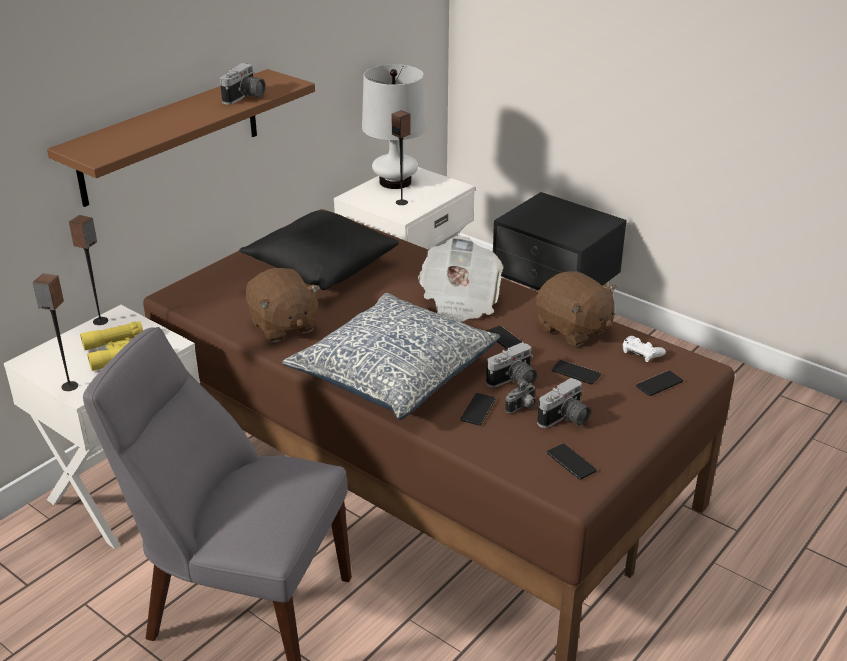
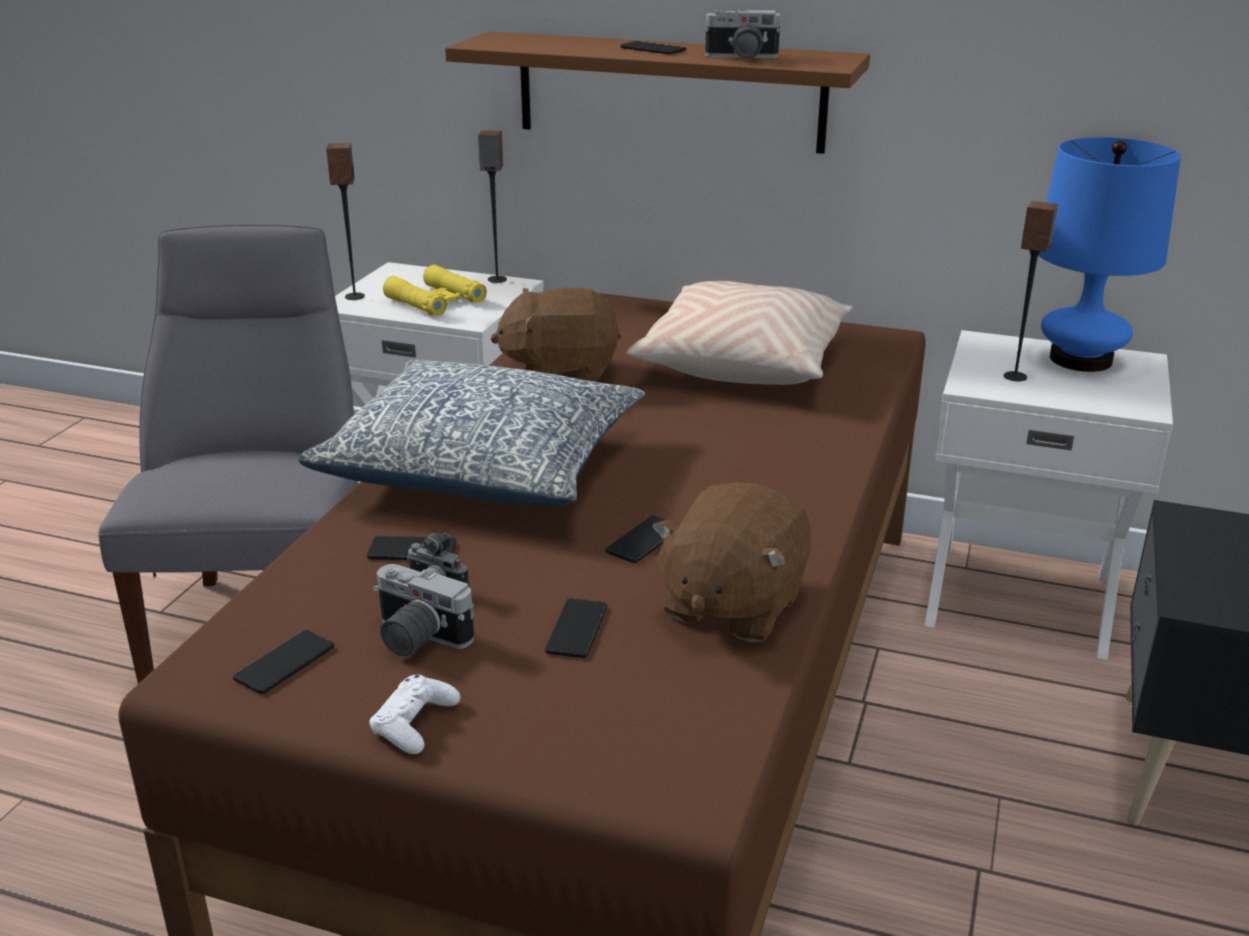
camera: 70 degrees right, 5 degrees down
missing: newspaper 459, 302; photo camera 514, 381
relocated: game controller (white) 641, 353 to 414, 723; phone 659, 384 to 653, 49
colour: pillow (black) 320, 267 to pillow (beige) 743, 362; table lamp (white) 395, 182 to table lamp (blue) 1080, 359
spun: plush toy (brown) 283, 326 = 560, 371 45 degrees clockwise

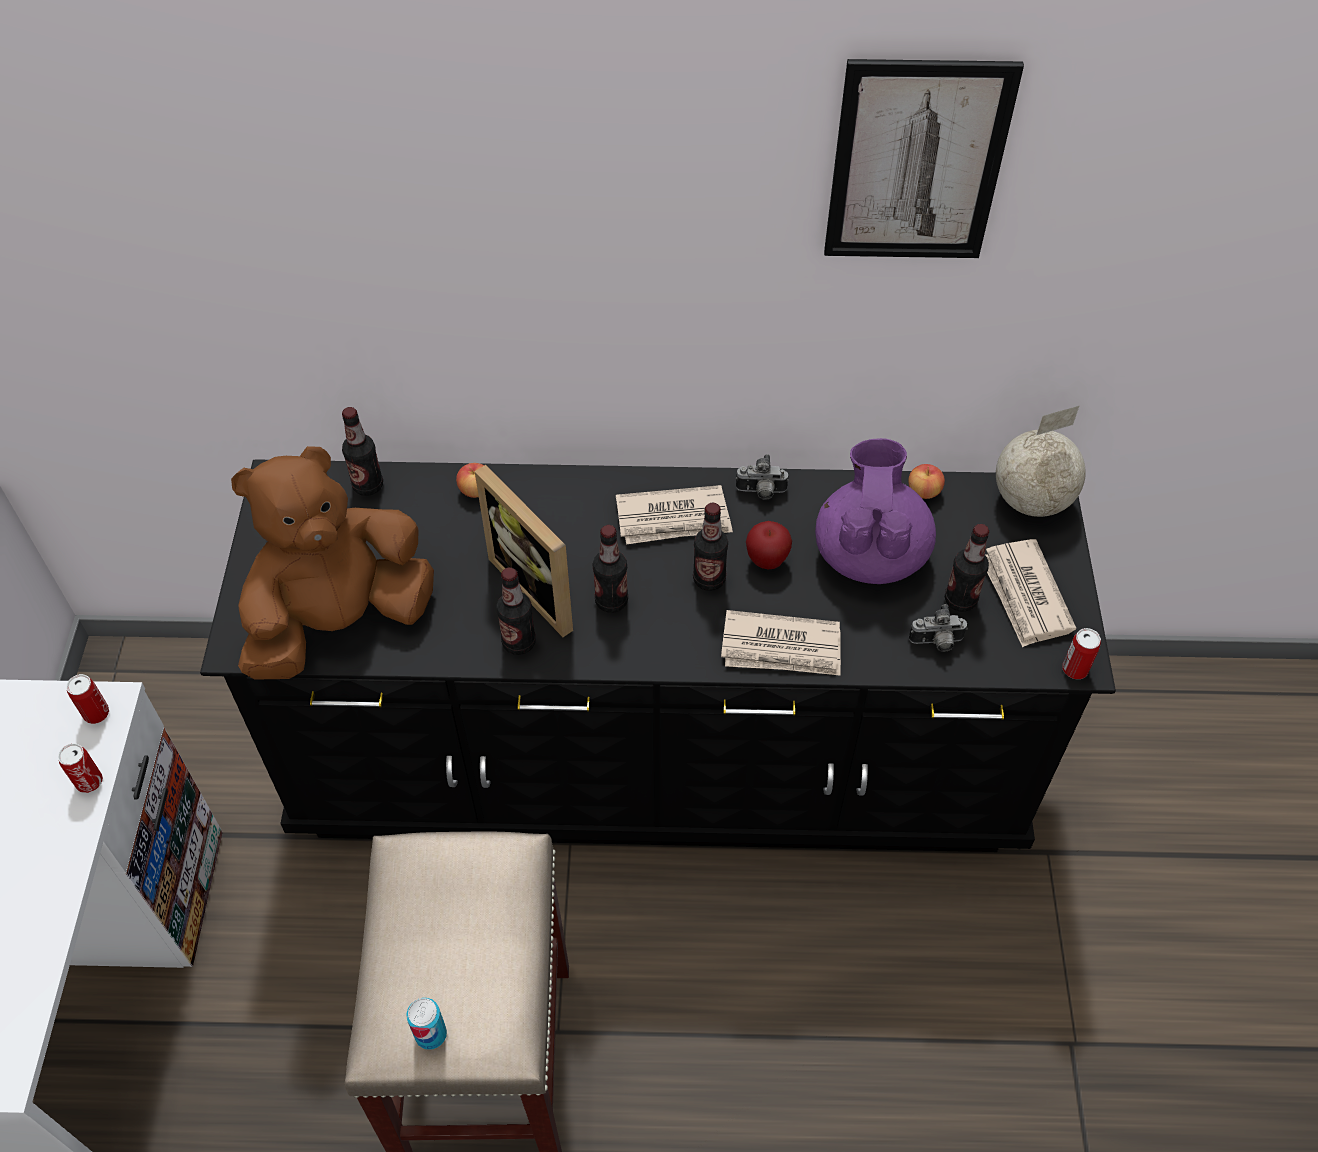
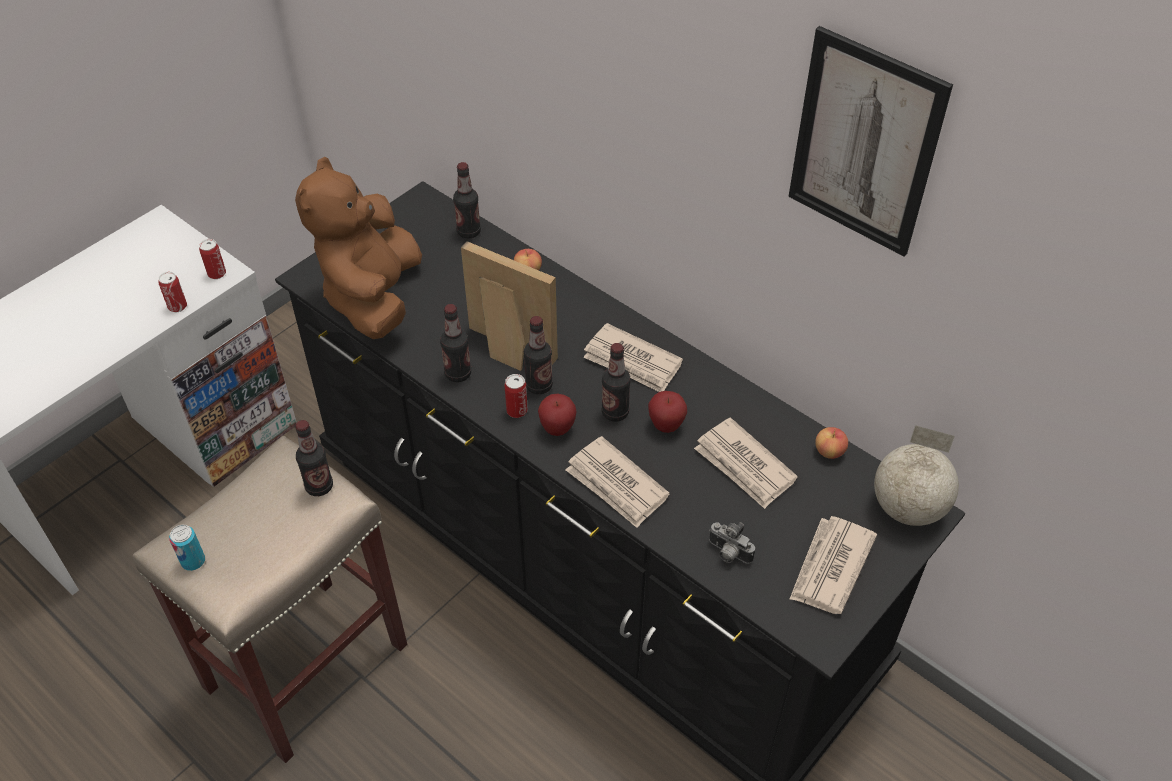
camera: 40 degrees right, 5 degrees down
missing: photo camera 761, 492
appeared: apple 557, 428
relocated: bottle 960, 600 to 319, 486; can 1075, 669 to 517, 411
exchanged: teapot (purple) 870, 553 to newspaper 744, 466
spun: plush toy (brown) 340, 621 = 373, 297 90 degrees counterclockwise; picture frame 542, 586 = 506, 350 120 degrees clockwise

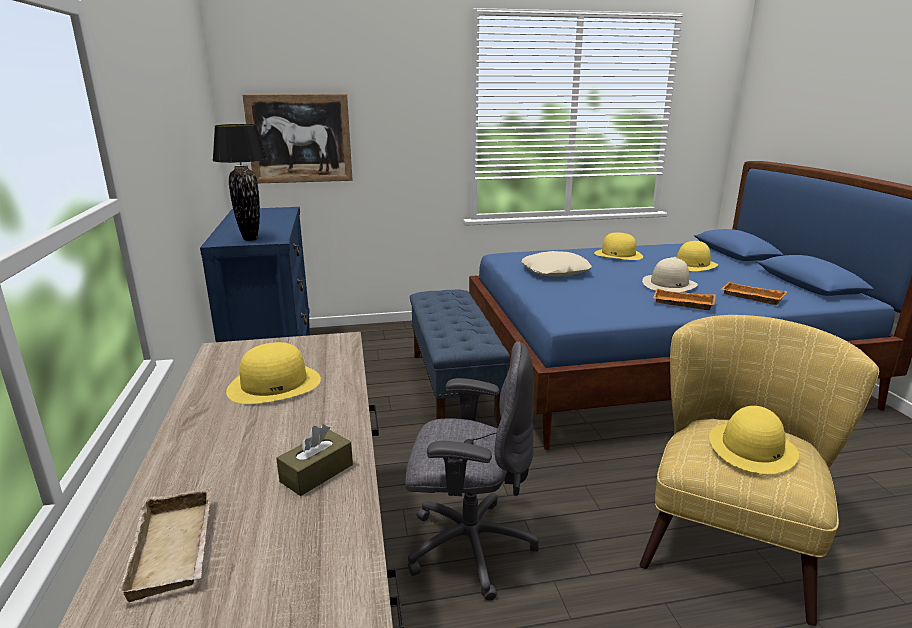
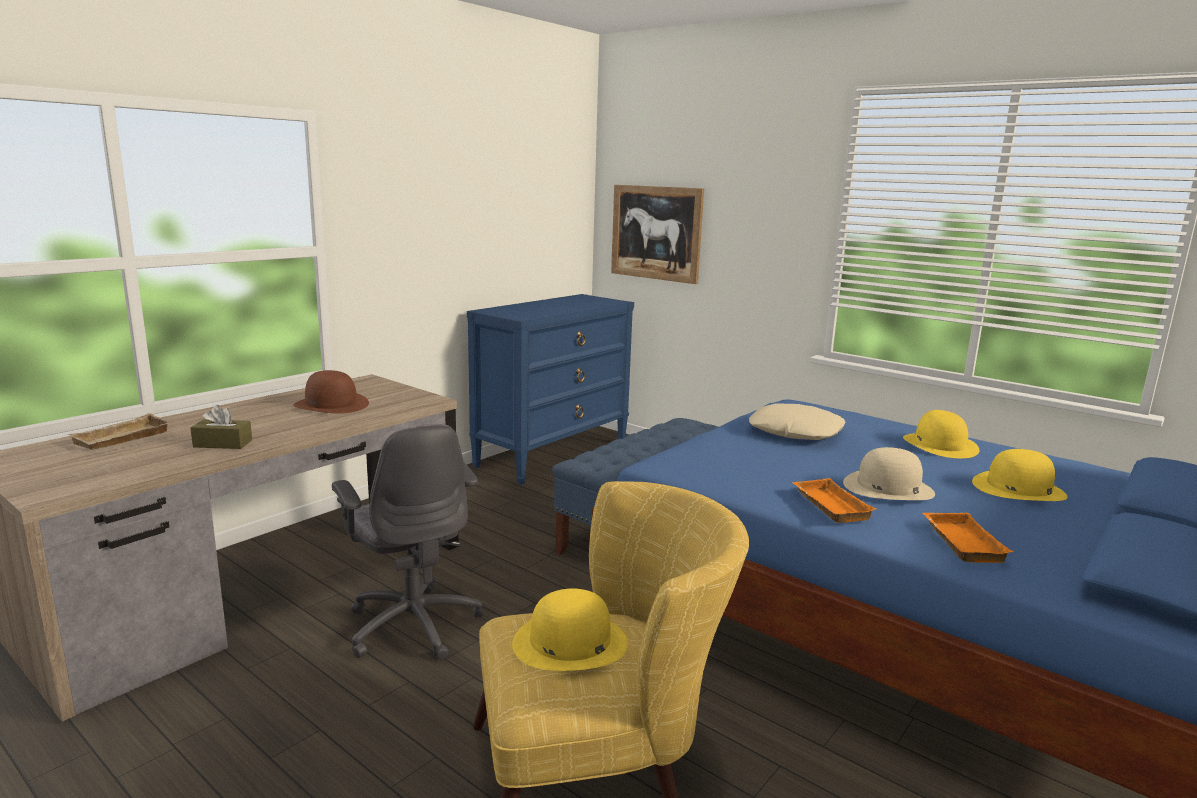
camera: 50 degrees right, 5 degrees down
missing: table lamp (black) 250, 239
colour: hat (yellow) 275, 384 to hat (brown) 332, 404

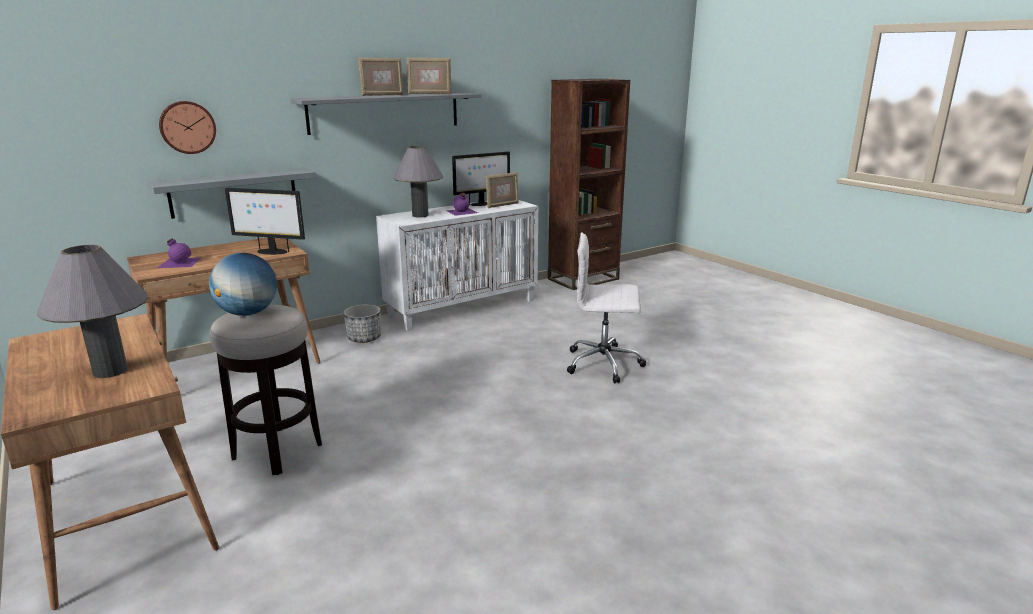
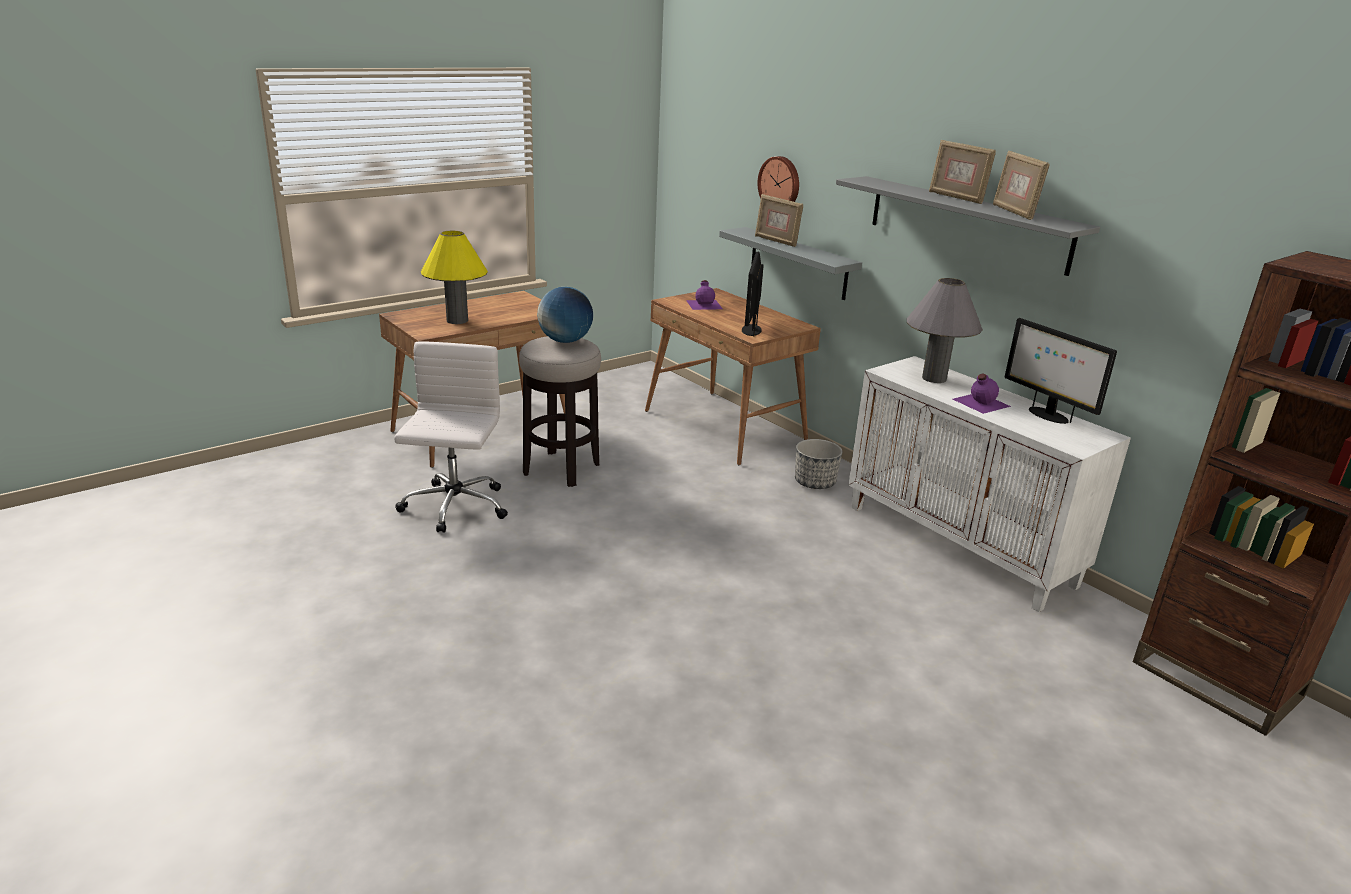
camera: 85 degrees right, 5 degrees up
relocated: picture frame 502, 205 to 776, 241; office chair (white) 604, 364 to 454, 507
colour: table lamp (grey) 110, 371 to table lamp (yellow) 457, 320

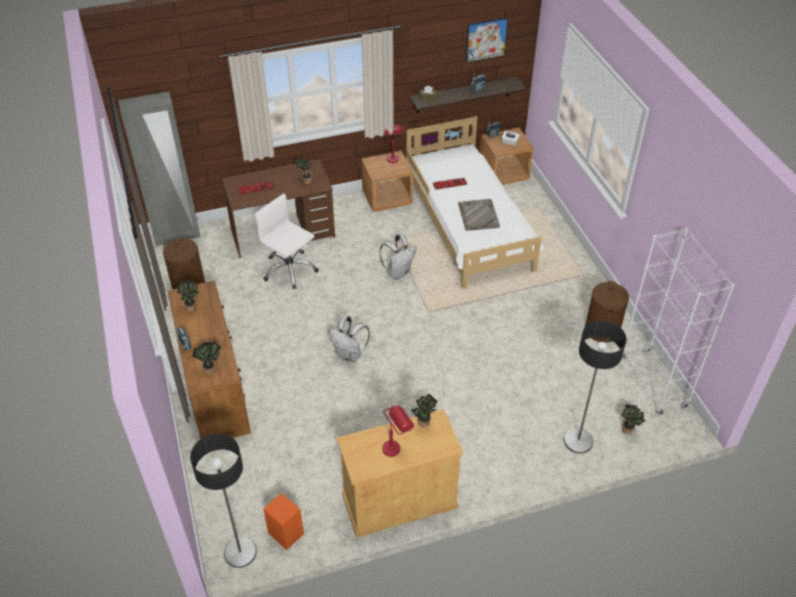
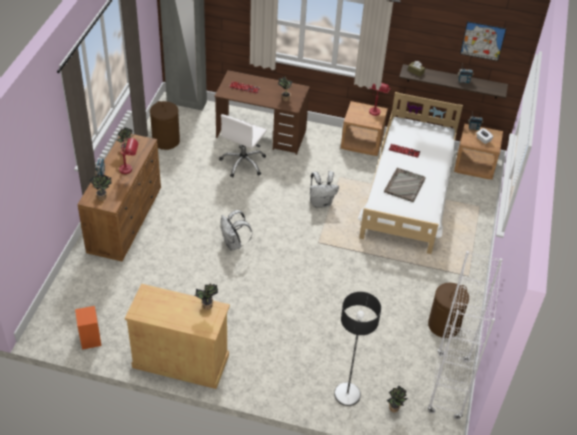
camera: 30 degrees right, 0 degrees up
missing: floor lamp 240, 553
relocated: table lamp (red) 396, 446 to 130, 169
spun: office chair (white) 289, 270 = 243, 163 135 degrees counterclockwise

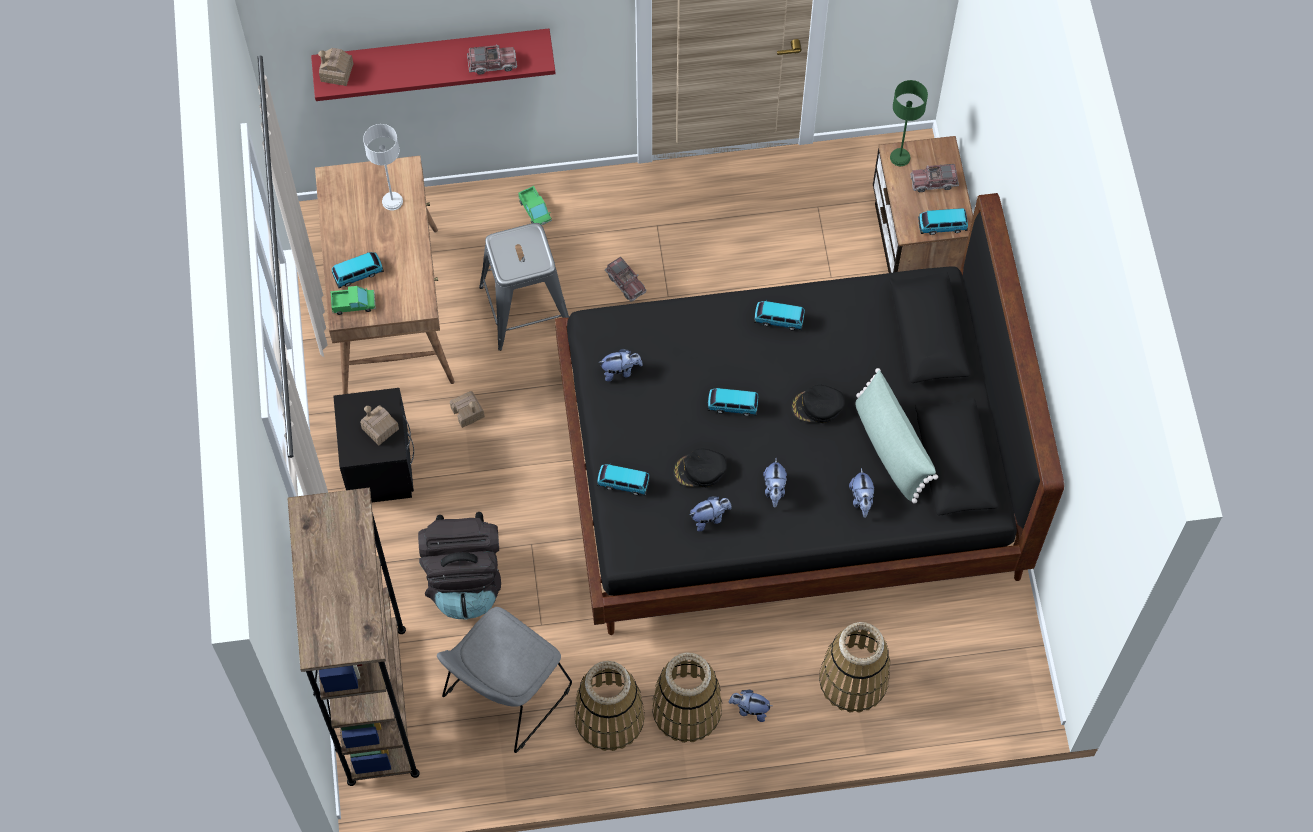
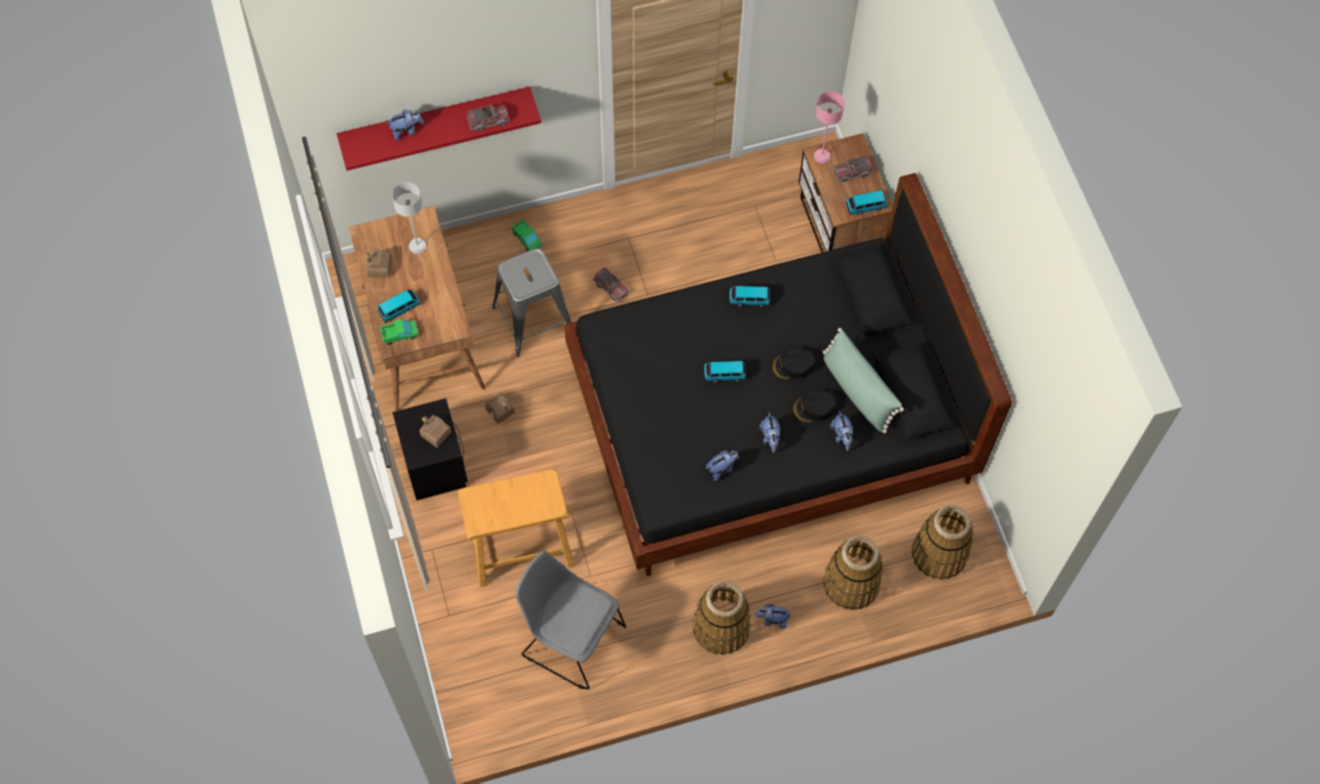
camera: 10 degrees left, 0 degrees up
missing: bookcase (brown) 376, 704; toy car 623, 483
relocated: toy house 336, 72 to 379, 268; basket 609, 718 to 939, 553; plush toy 620, 371 to 406, 131; cap (black) 699, 470 to 813, 408
exchanged: backpack (black) 465, 579 to stool (beige) 521, 547
colour: table lamp (green) 899, 157 to table lamp (pink) 822, 156
spun: chair (grey) 504, 695 = 570, 638 90 degrees clockwise

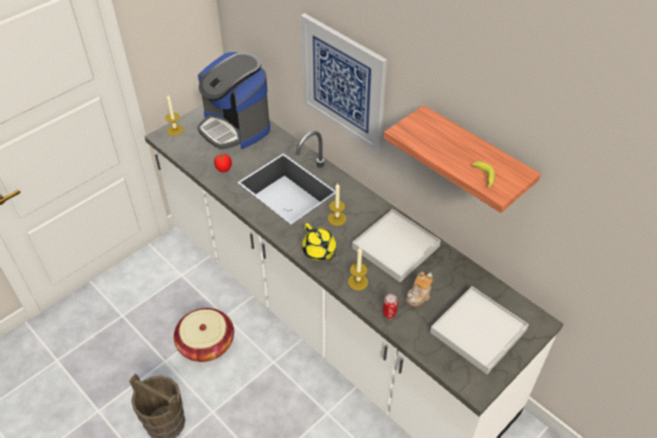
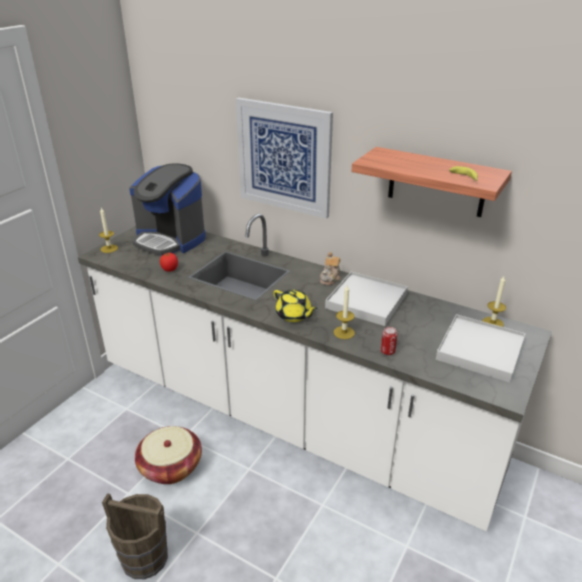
camera: 15 degrees left, 15 degrees down
relocated: candle 337, 218 to 492, 323; teapot 419, 295 to 330, 278

